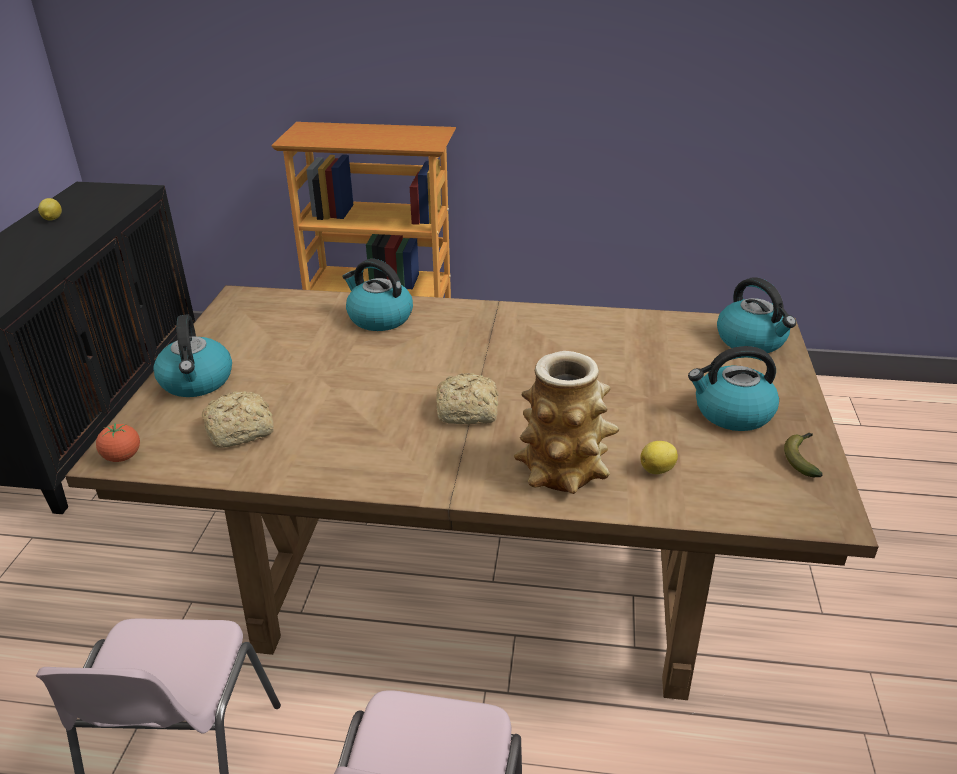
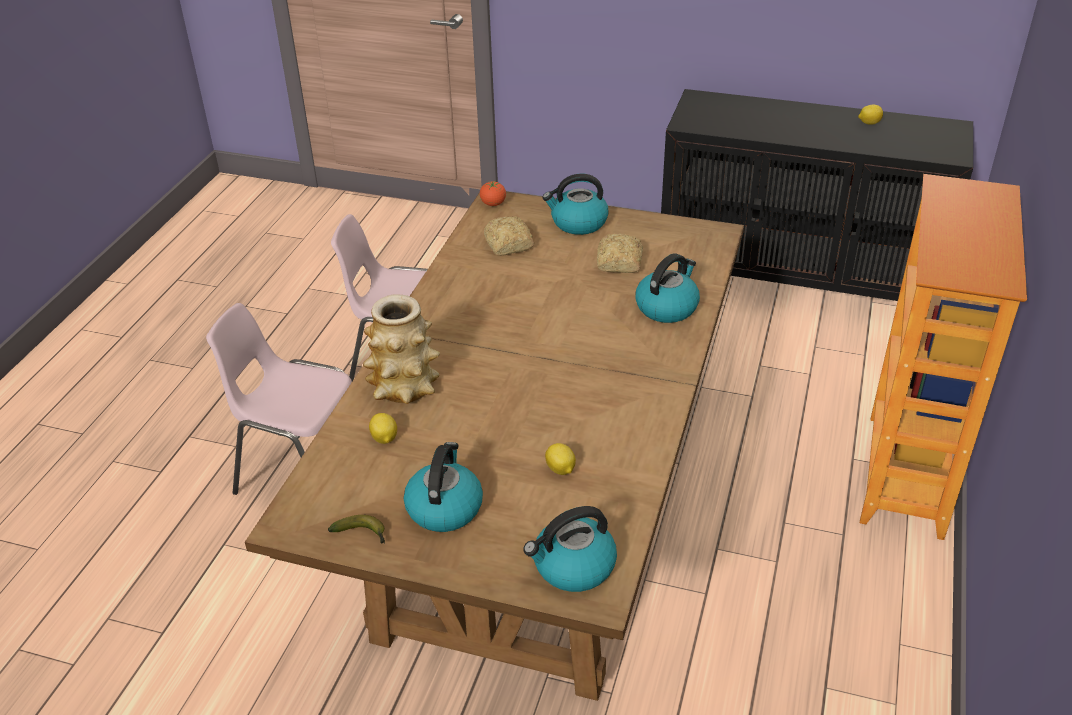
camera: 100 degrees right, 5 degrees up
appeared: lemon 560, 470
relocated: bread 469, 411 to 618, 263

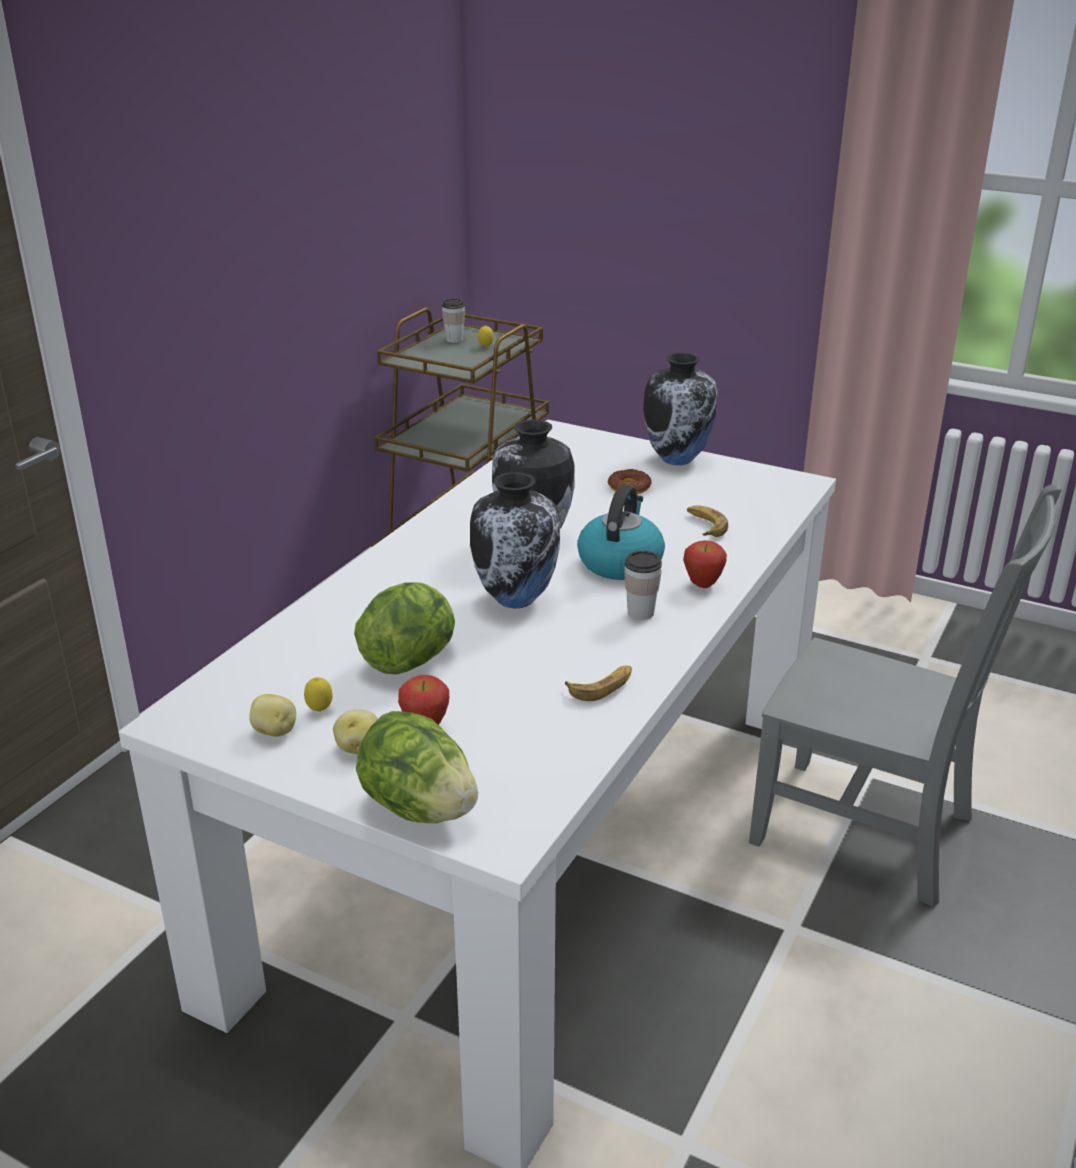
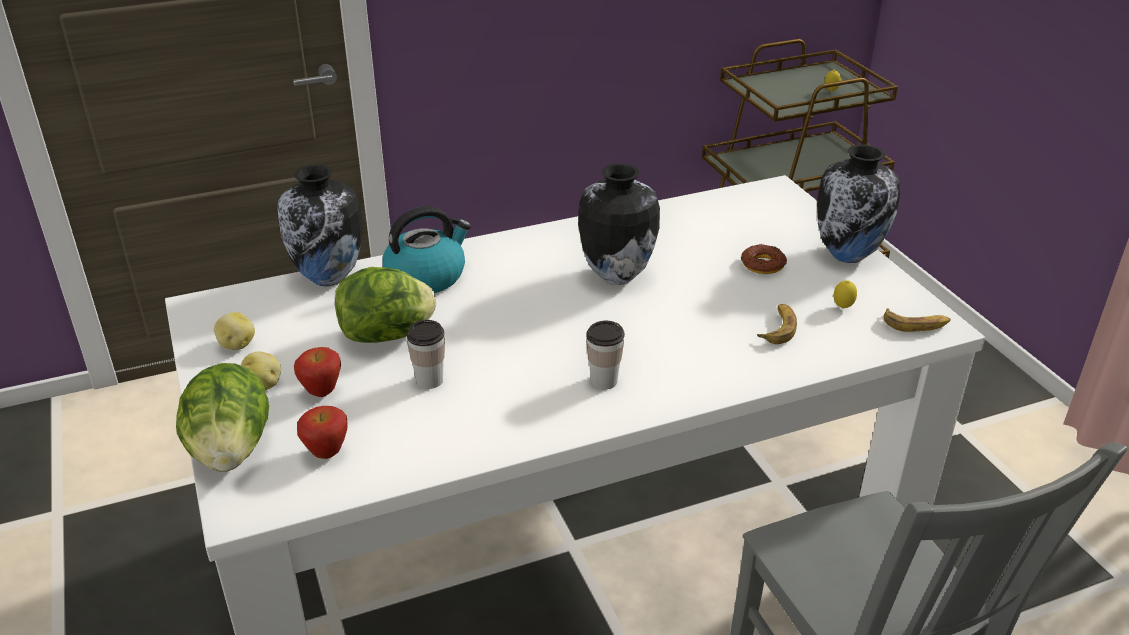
camera: 40 degrees right, 5 degrees up
relocated: lemon 320, 711 to 842, 308; cup 454, 339 to 429, 380; vase 517, 599 to 329, 278; banana 602, 687 to 916, 324; kettle 620, 562 to 426, 276; apple 702, 585 to 327, 453

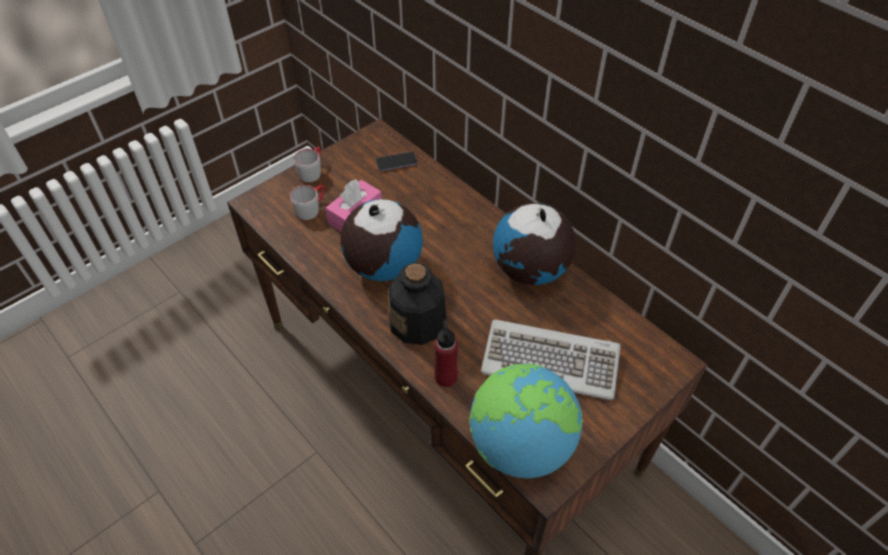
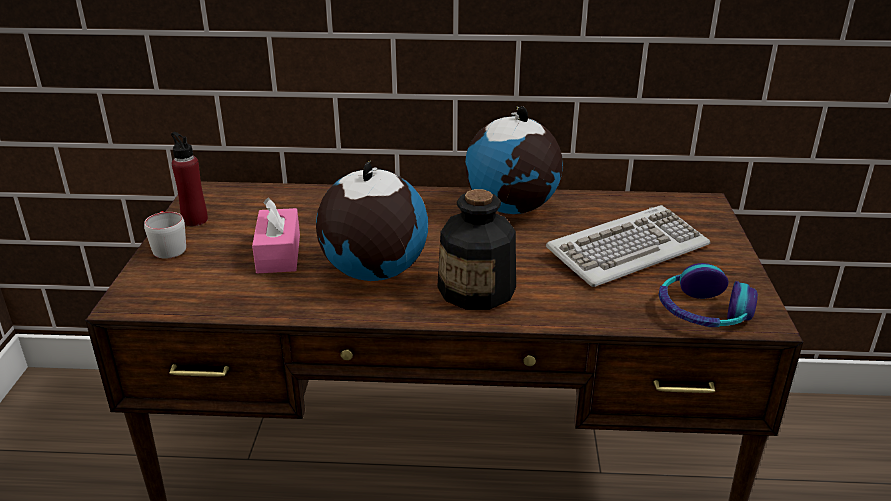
camera: 45 degrees left, 20 degrees down
missing: mug (grey) 311, 208; phone 396, 162
relocated: bottle (red) 446, 377 to 195, 220
exchanged: globe 520, 445 to headphones 702, 312

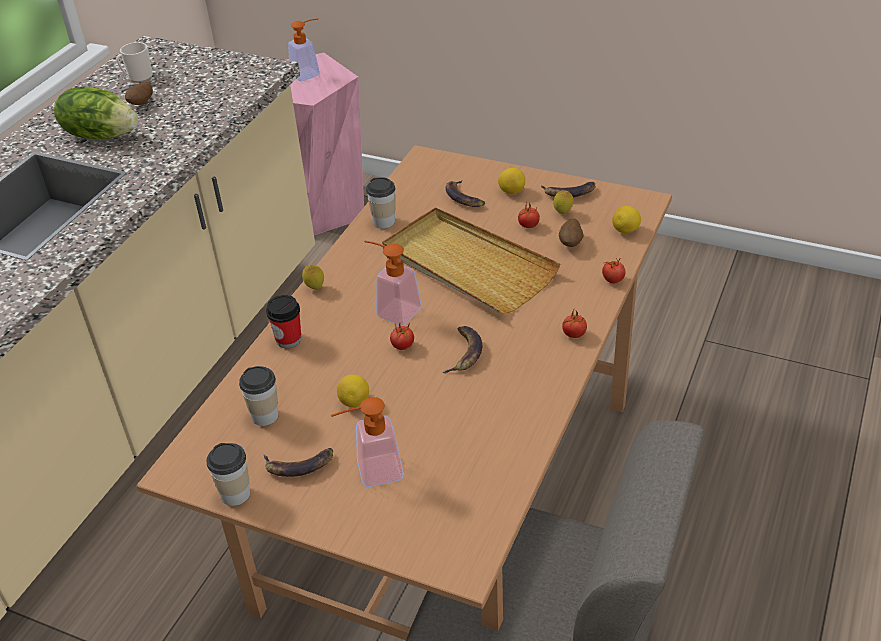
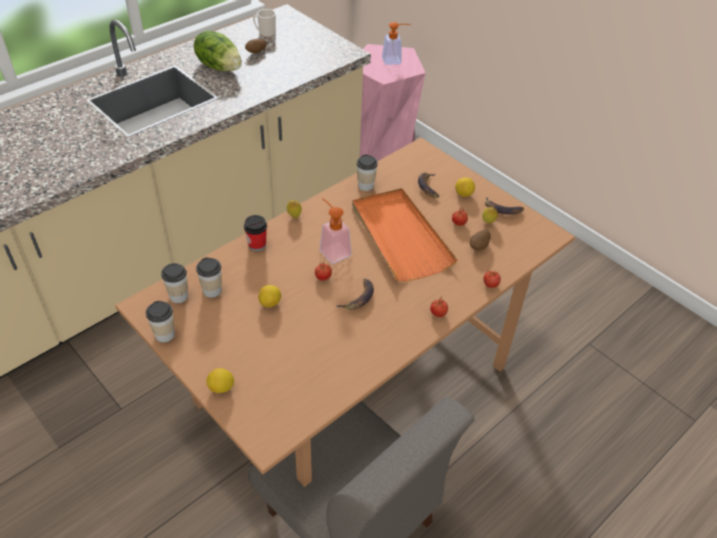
camera: 20 degrees right, 5 degrees up
missing: banana 299, 465; soap dispenser 371, 472
appeared: cup 179, 296
relocated: lemon 626, 230 to 221, 388
colour: tray (beige) 467, 265 to tray (orange) 399, 236

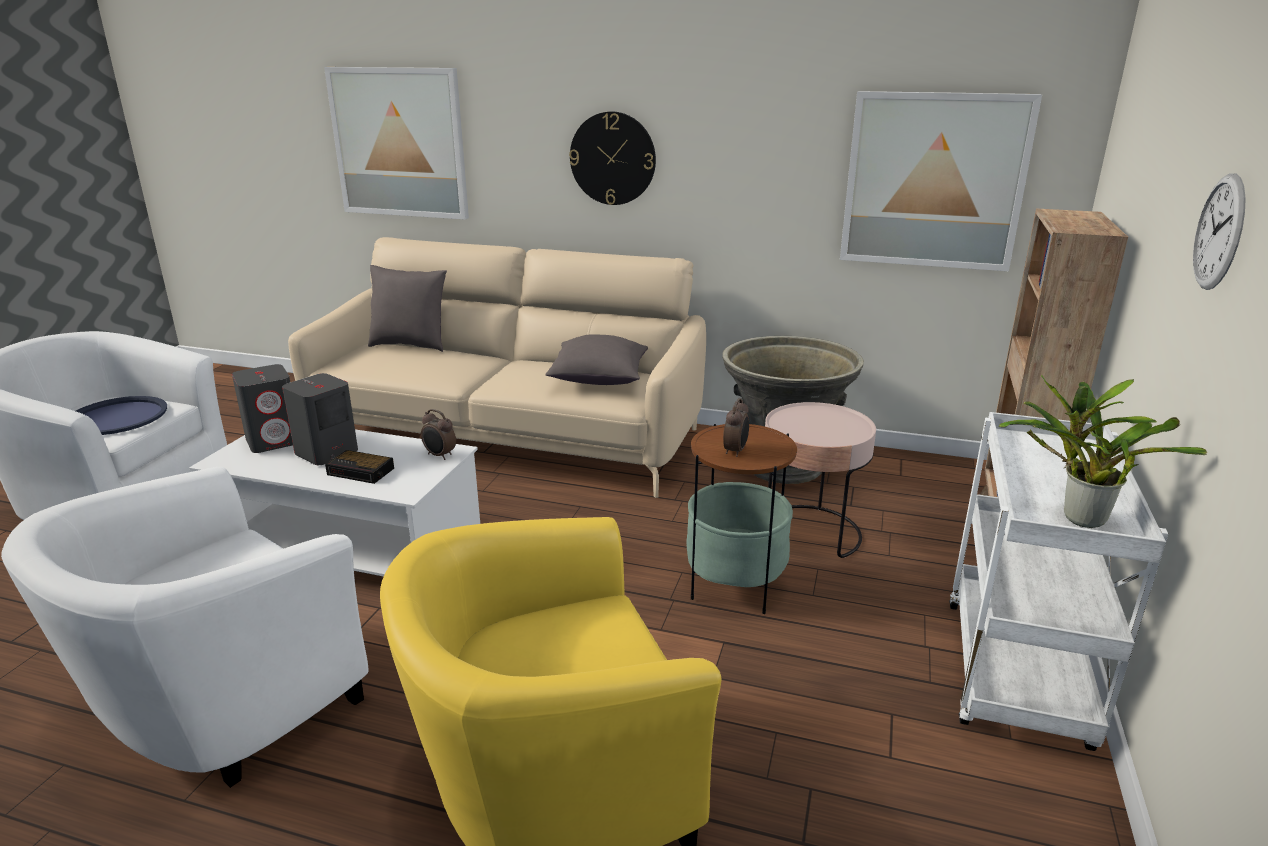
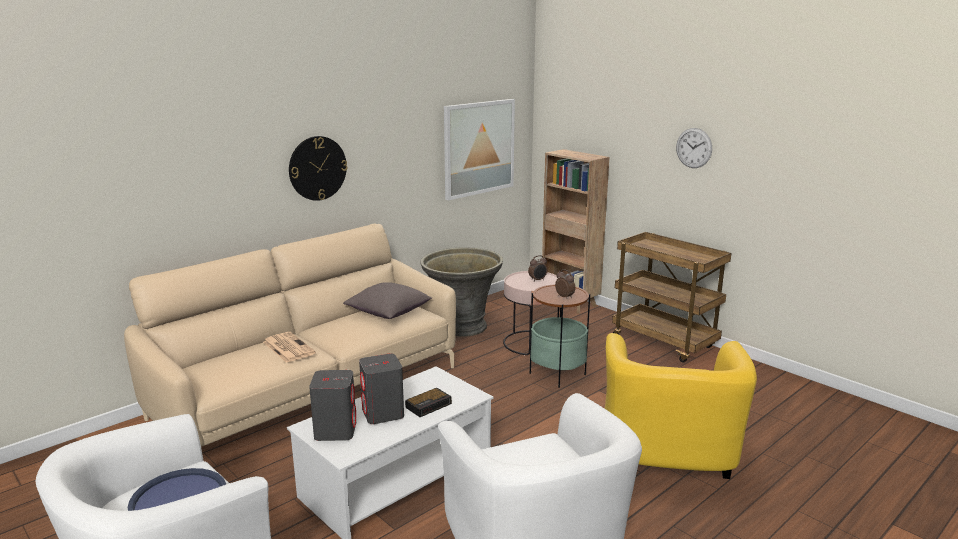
camera: 60 degrees left, 5 degrees down
missing: picture 399, 143; pillow (grey) 410, 345; potted plant 1077, 517
appeared: newspaper 288, 347
relocated: alarm clock 439, 455 to 537, 280
colour: cart (white) 1017, 676 to cart (brown) 665, 343

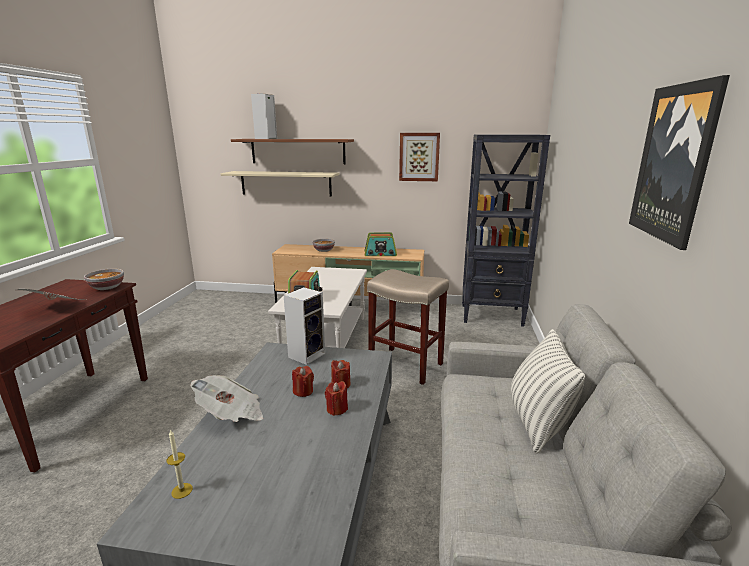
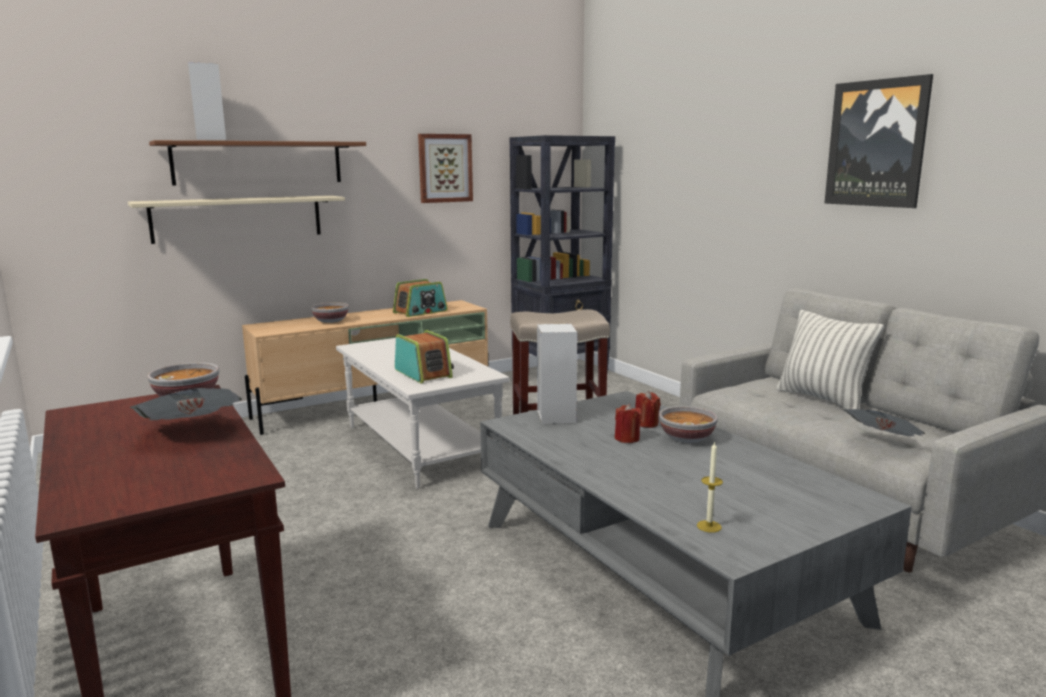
camera: 40 degrees left, 5 degrees down
relocated: newspaper 231, 414 to 882, 443
exchanged: candle (red) 337, 409 to bowl 686, 438

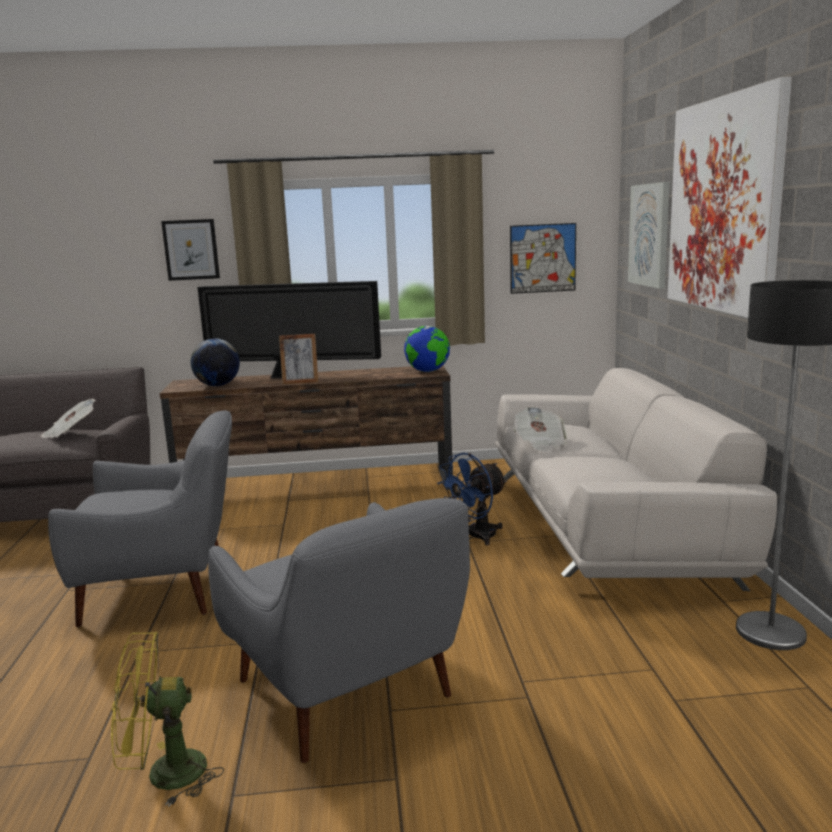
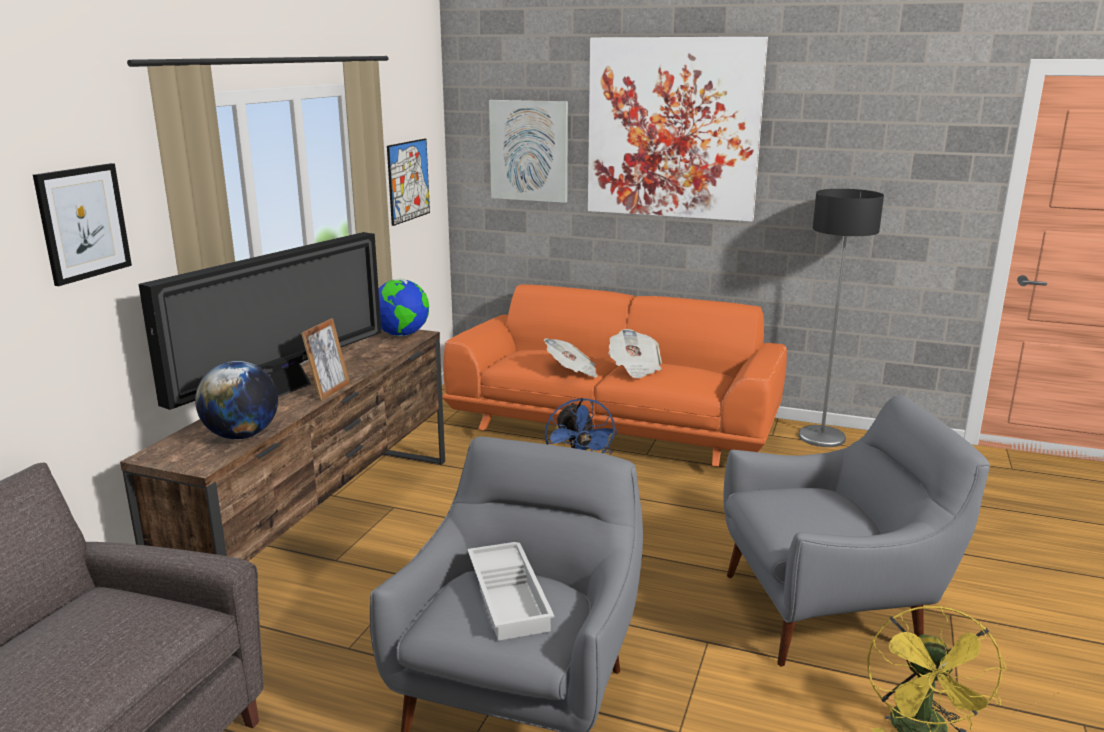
camera: 65 degrees left, 5 degrees up
appeared: tray (white) 510, 596
relocated: newspaper 70, 433 to 634, 368
colour: sofa (white) 607, 526 to sofa (orange) 616, 428

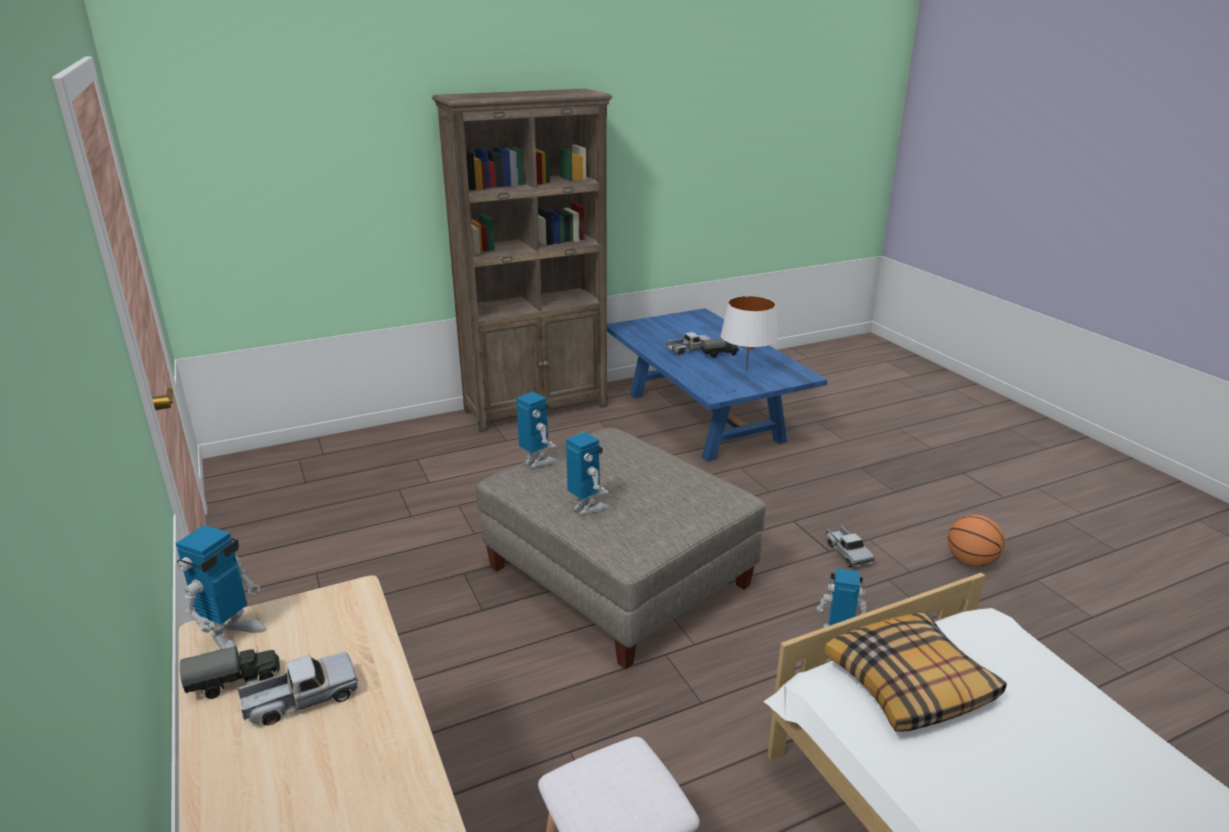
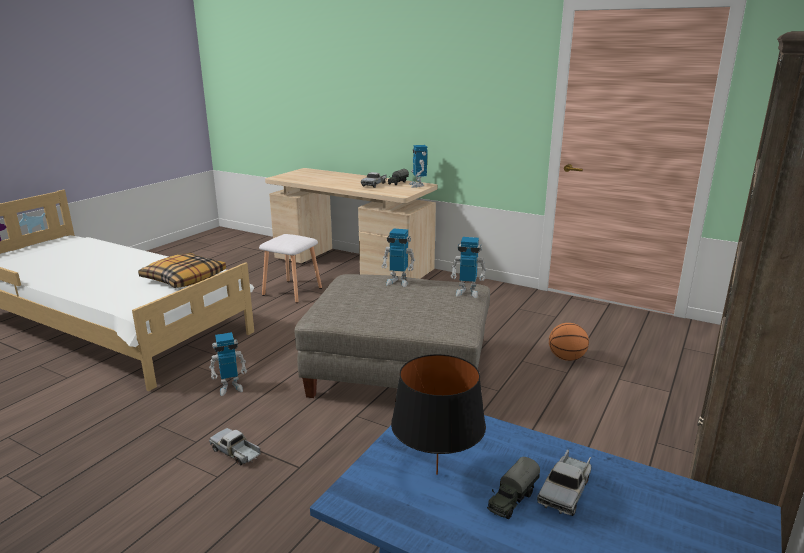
camera: 145 degrees right, 5 degrees down
relocated: basketball 970, 561 to 566, 358
colour: table lamp (white) 746, 370 to table lamp (black) 436, 474

